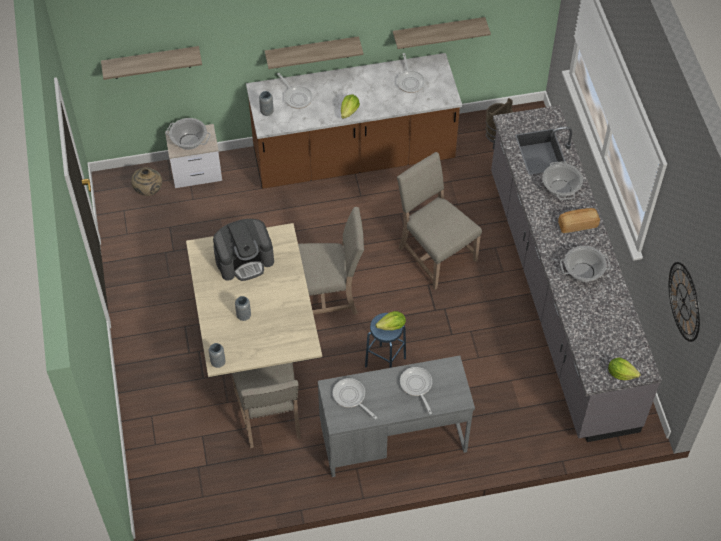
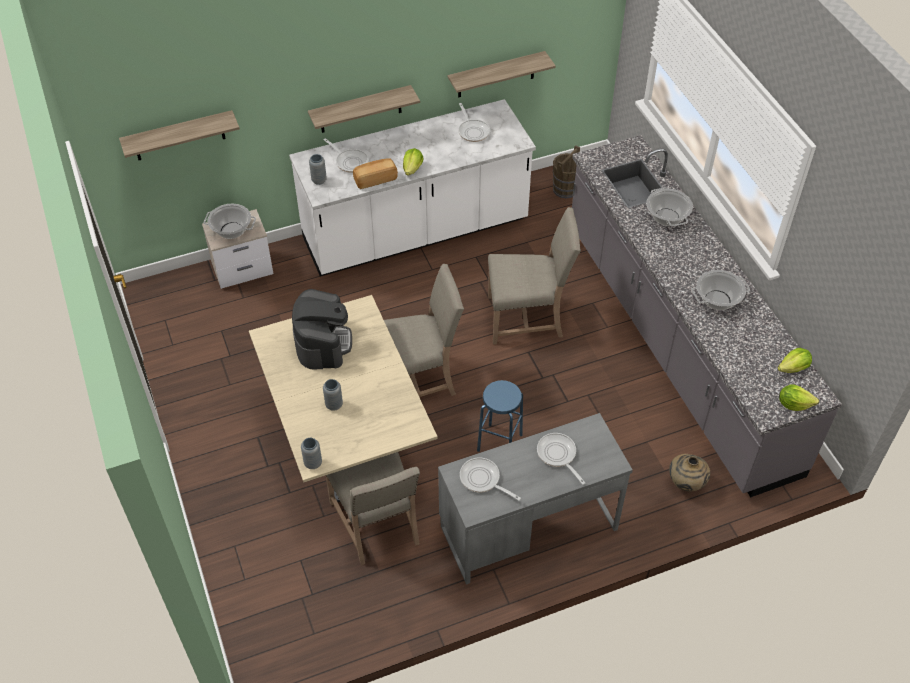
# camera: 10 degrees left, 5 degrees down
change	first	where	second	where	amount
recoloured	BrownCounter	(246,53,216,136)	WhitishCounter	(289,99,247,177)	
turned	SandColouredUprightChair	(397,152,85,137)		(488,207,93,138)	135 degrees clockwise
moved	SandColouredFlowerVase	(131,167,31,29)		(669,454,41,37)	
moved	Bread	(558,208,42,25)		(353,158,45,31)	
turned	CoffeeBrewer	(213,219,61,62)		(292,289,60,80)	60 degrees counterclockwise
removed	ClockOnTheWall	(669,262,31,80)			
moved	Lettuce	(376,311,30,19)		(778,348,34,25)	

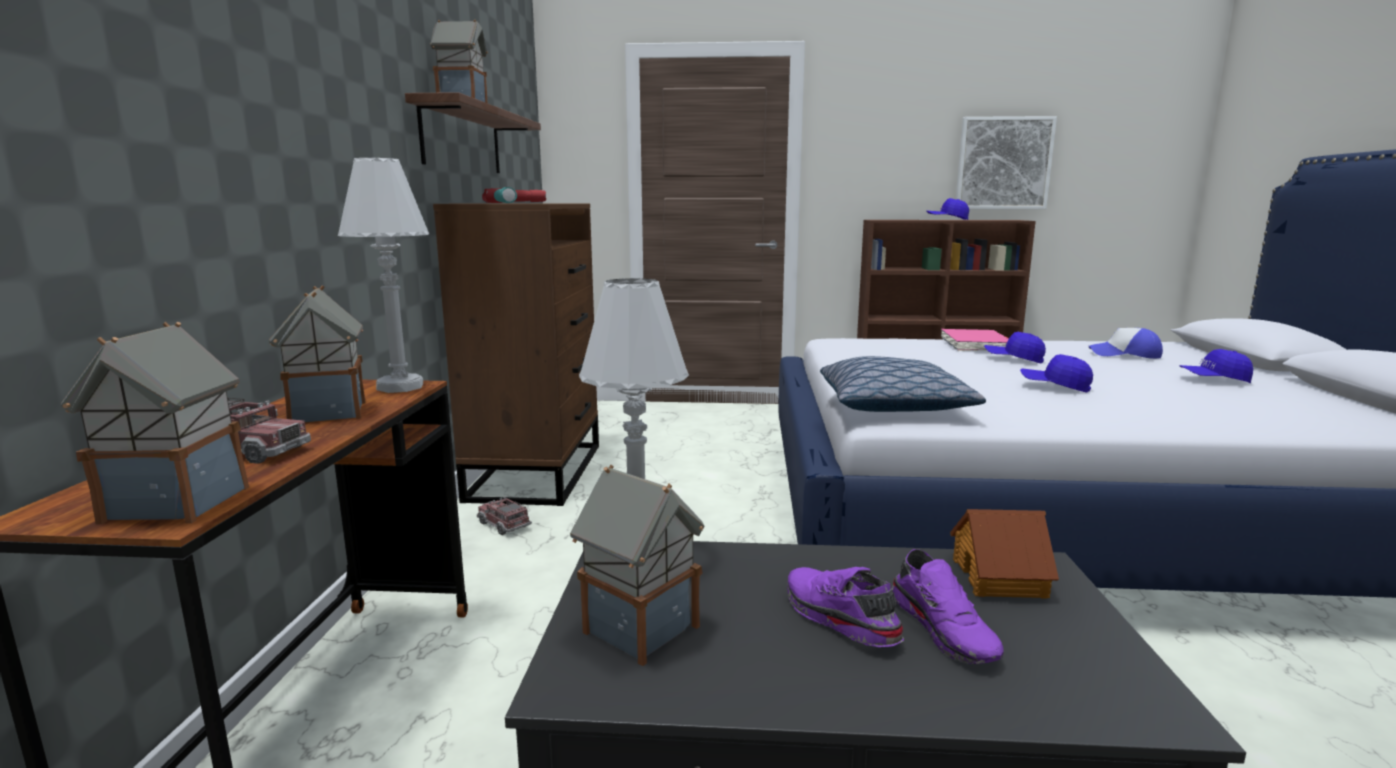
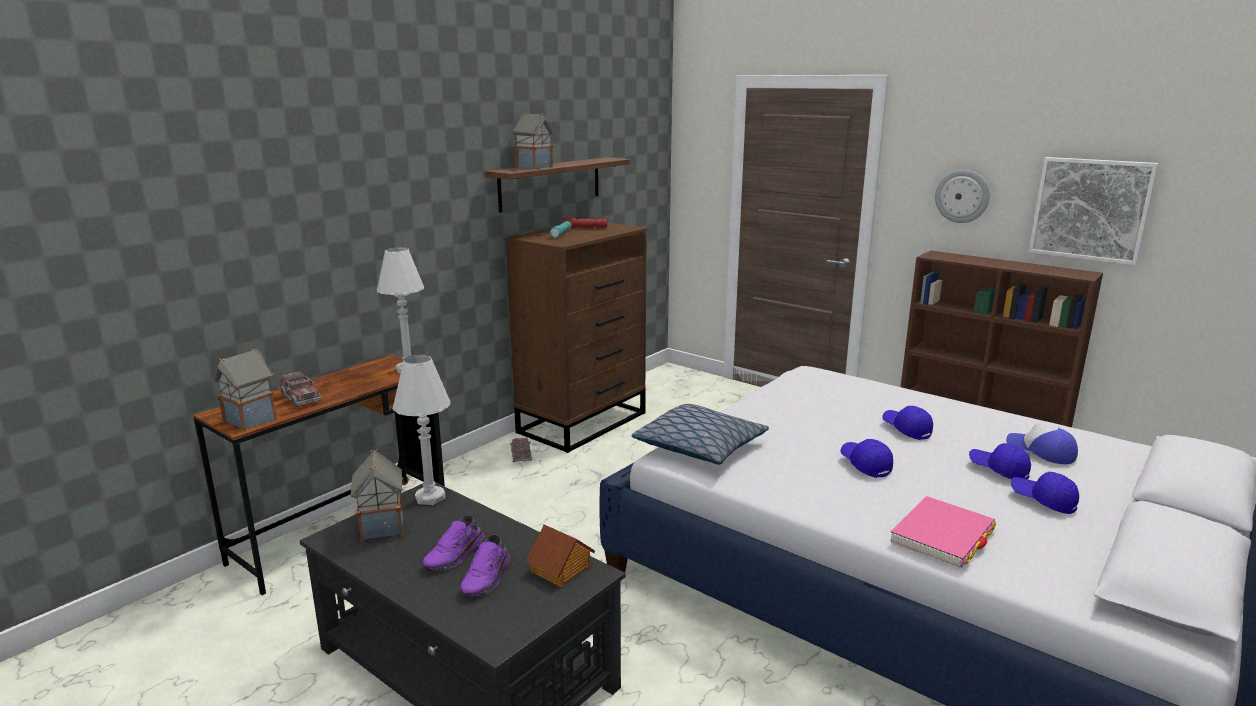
# camera: 35 degrees right, 5 degrees up
change	first	where	second	where	amount
moved	BlueBaseballCap	(926,198,43,22)		(969,443,62,36)	
removed	ModelHouse	(269,285,97,137)			
moved	PinkColouredBook	(941,329,67,22)		(891,496,105,72)	
turned	PurpleItemOfFootwear	(787,567,117,80)		(423,515,61,55)	150 degrees counterclockwise
added			ClockOnTheWall	(935,170,55,53)	

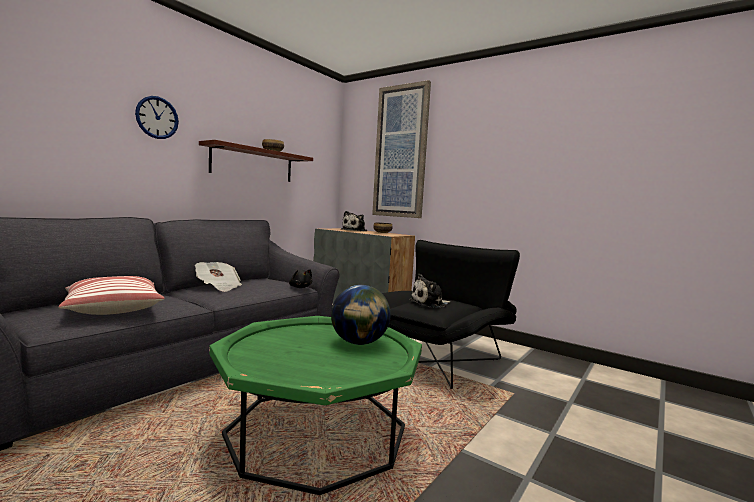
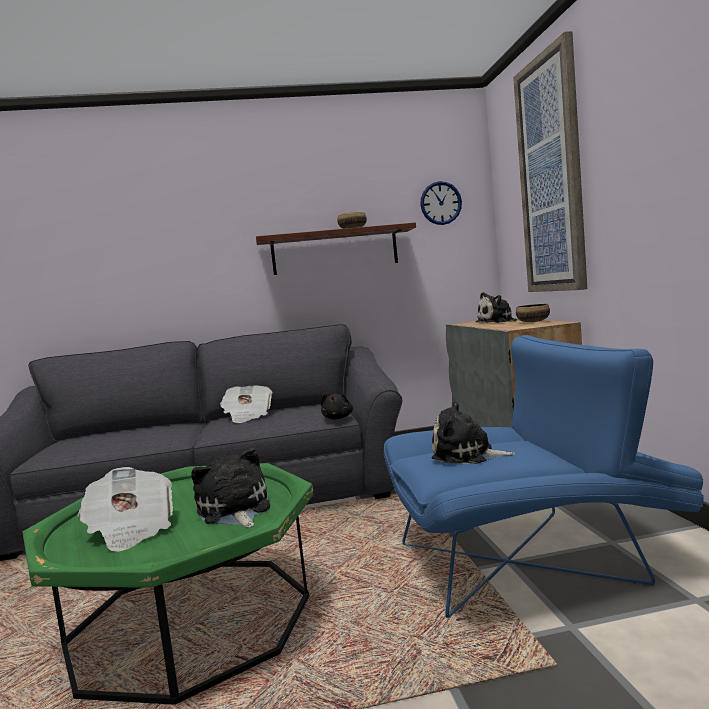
# camera: 45 degrees right, 0 degrees up
change	first	where	second	where	amount
moved	ClockOnTheWall	(135,96,44,43)		(420,181,42,44)	
recoloured	BlackishEasyChair	(382,240,138,149)	BlueEasyChair	(384,335,320,283)	
removed	Pillow	(58,276,107,39)			
replaced	WorldGlobe	(331,285,60,60)	SoftToy	(191,448,79,80)	
added			DailyPaper	(78,467,95,85)	

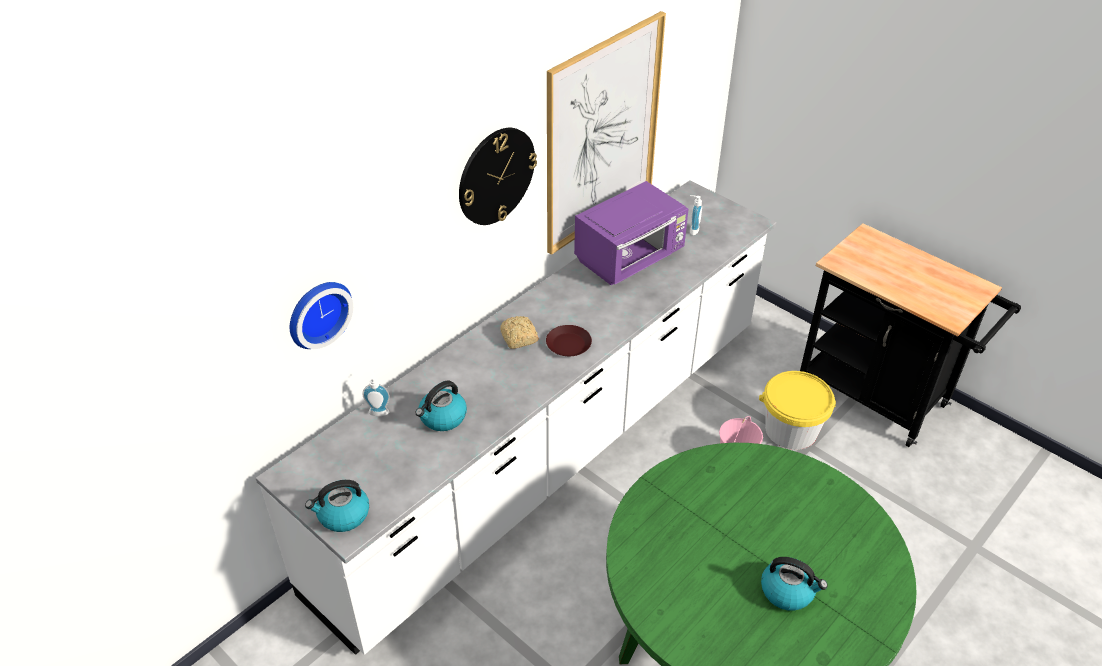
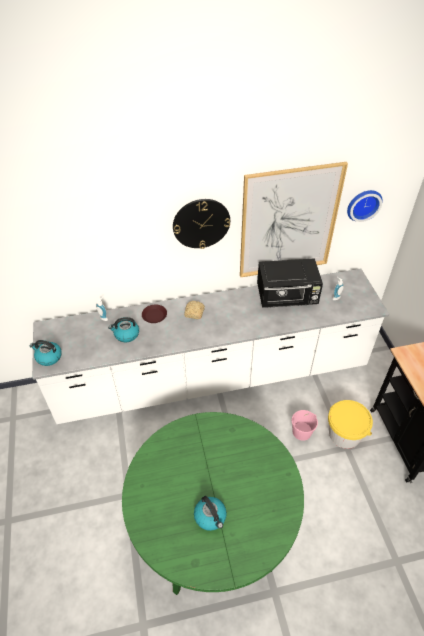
# camera: 35 degrees right, 5 degrees up
change	first	where	second	where	amount
recoloured	PurpleMicrowave	(574,181,115,104)	BlackishMicrowave	(257,258,66,50)	
moved	ClockOnTheWall	(290,282,63,67)		(347,190,36,32)	
moved	BrownPlate	(546,325,46,31)		(142,304,25,19)	

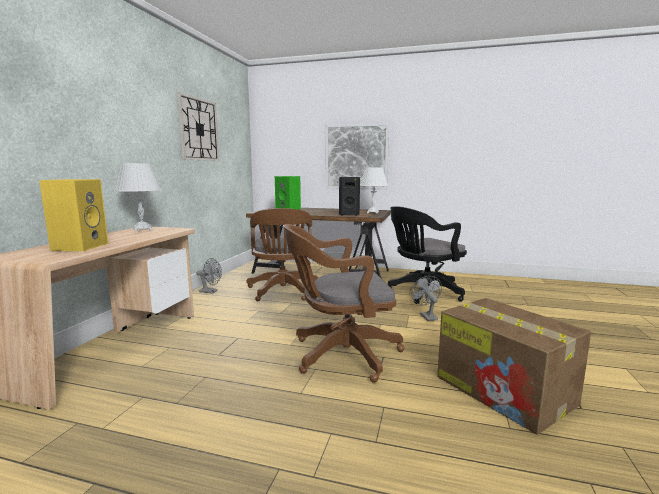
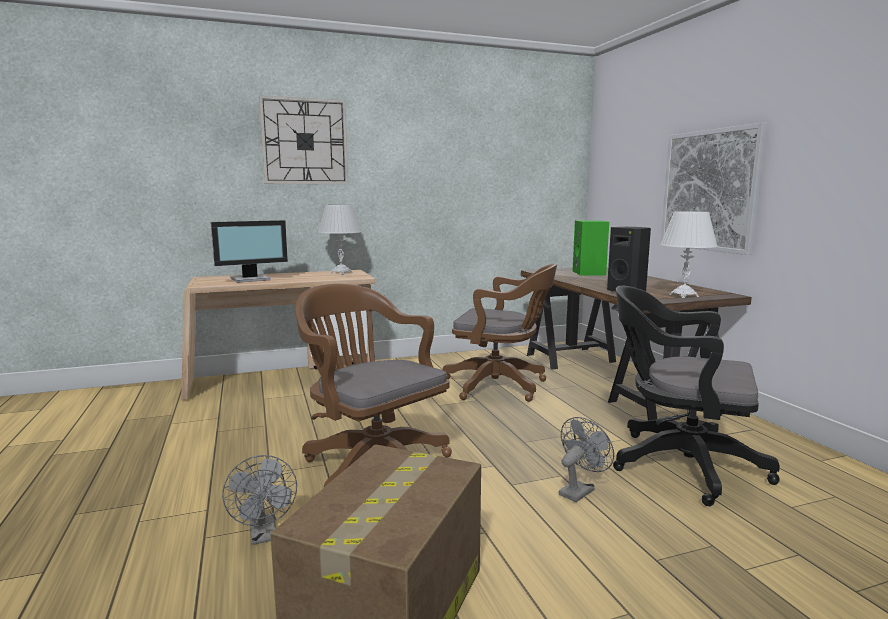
# camera: 55 degrees right, 0 degrees up
change	first	where	second	where	amount
moved	ClockOnTheWall	(177,92,42,69)		(259,95,89,89)	
replaced	YellowColouredLoudspeaker	(39,179,69,72)	ComputerScreen	(211,220,77,63)	
turned	BrownComputerChair	(247,208,71,93)		(443,264,114,138)	120 degrees counterclockwise
moved	GreyCoolingFan	(196,258,26,35)		(222,455,75,90)	

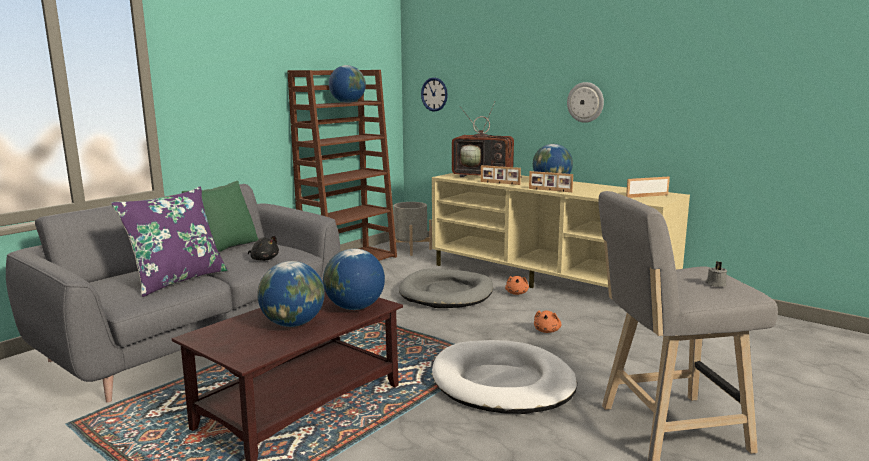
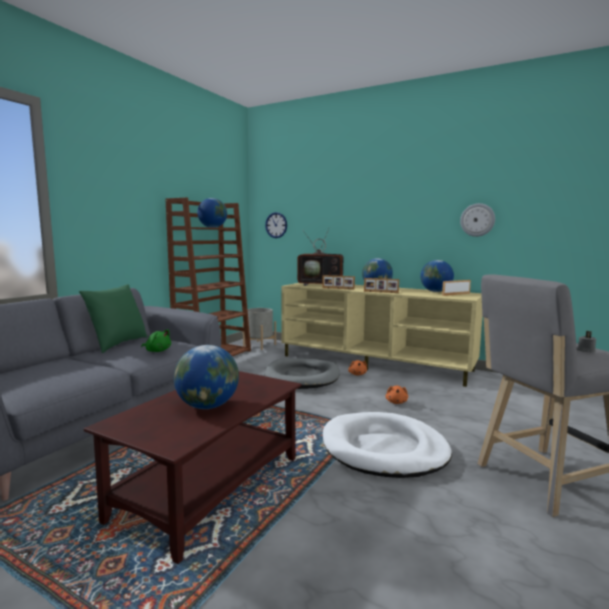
# camera: 10 degrees left, 5 degrees down
change	first	where	second	where	amount
moved	ClockOnTheWall	(567,82,37,41)		(460,203,35,34)	
removed	PurplePillow	(111,187,117,110)			
recoloured	BlackishSoftToy	(248,236,31,25)	GreenSoftToy	(141,329,30,23)	
moved	WorldGlobe	(323,249,62,61)		(420,260,34,32)	

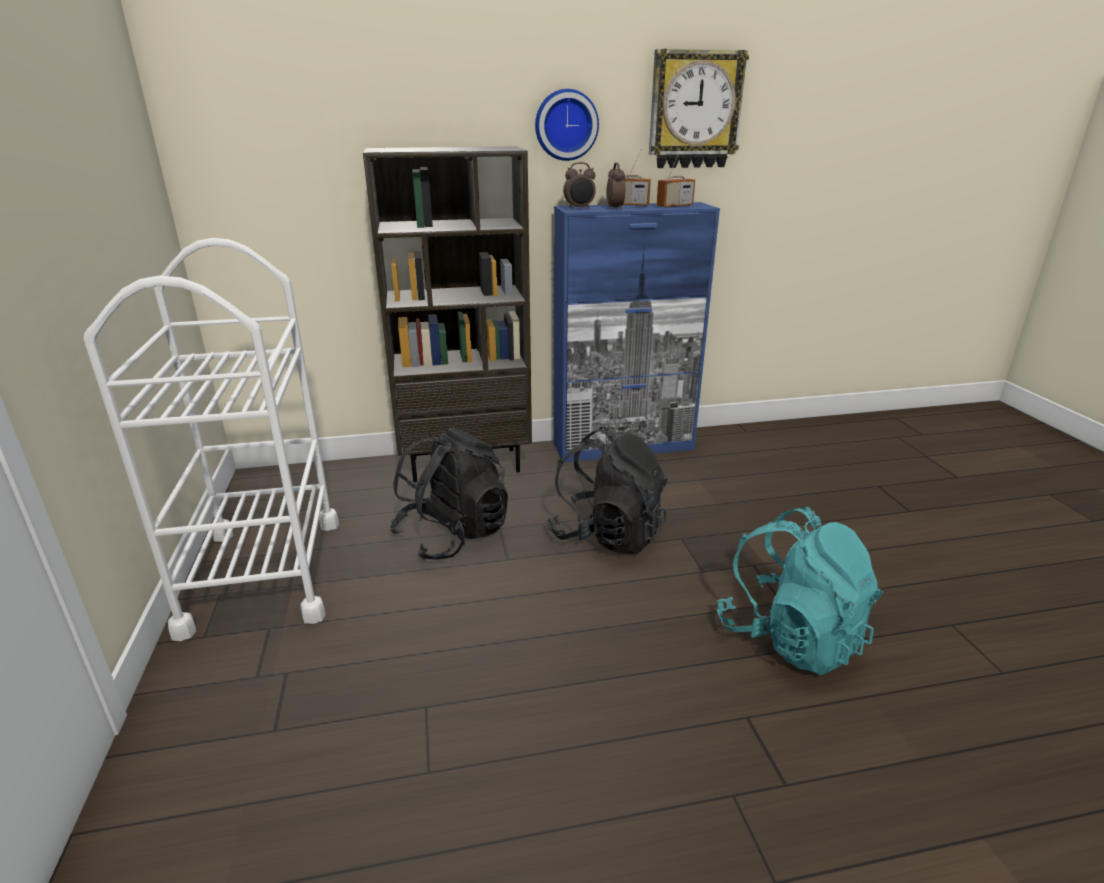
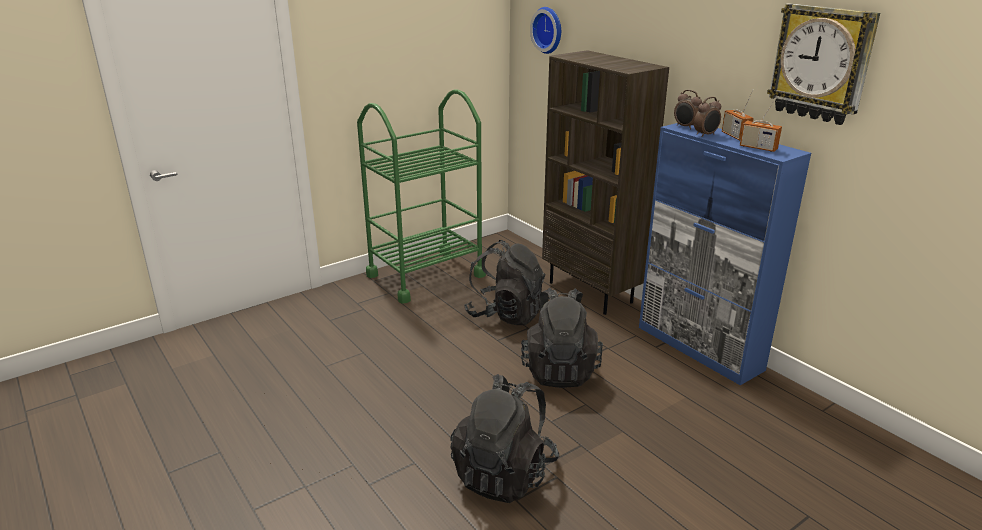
# camera: 65 degrees right, 0 degrees up
change	first	where	second	where	amount
moved	ClockOnTheWall	(535,89,64,72)		(530,7,31,47)	
recoloured	WhitishCart	(84,238,255,403)	GreenCart	(357,89,129,215)	
recoloured	TurquoiseColouredKnapsack	(717,506,166,169)	BlackishKnapsack	(450,374,109,129)	

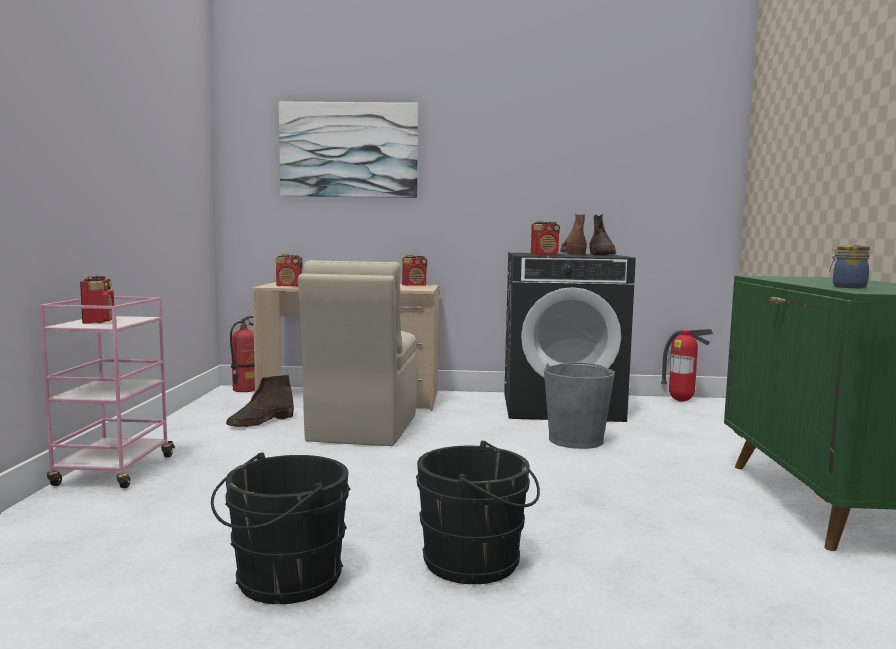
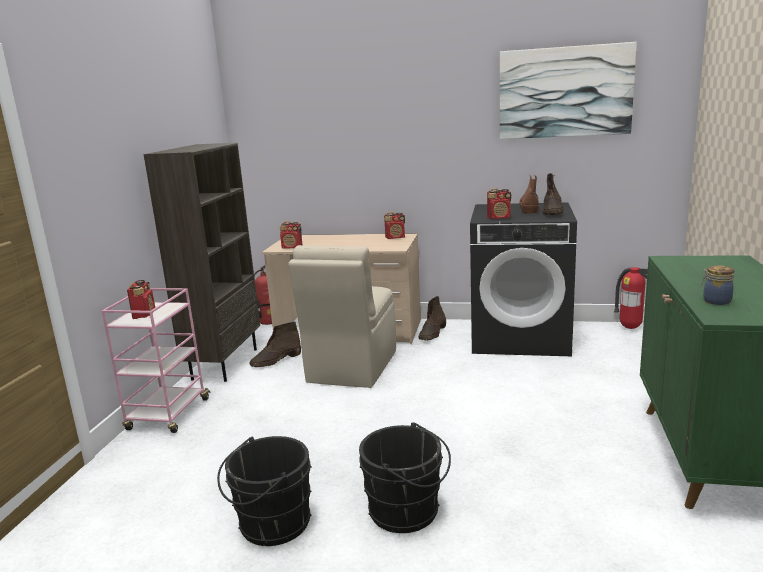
# camera: 10 degrees right, 10 degrees up
change	first	where	second	where	amount
moved	Picture	(279,101,139,97)		(500,42,137,97)	
removed	GreyPail	(544,362,71,87)			
added			BrownBookshelf	(144,142,116,240)	
added			BrownHighTopBoot	(419,296,27,44)	

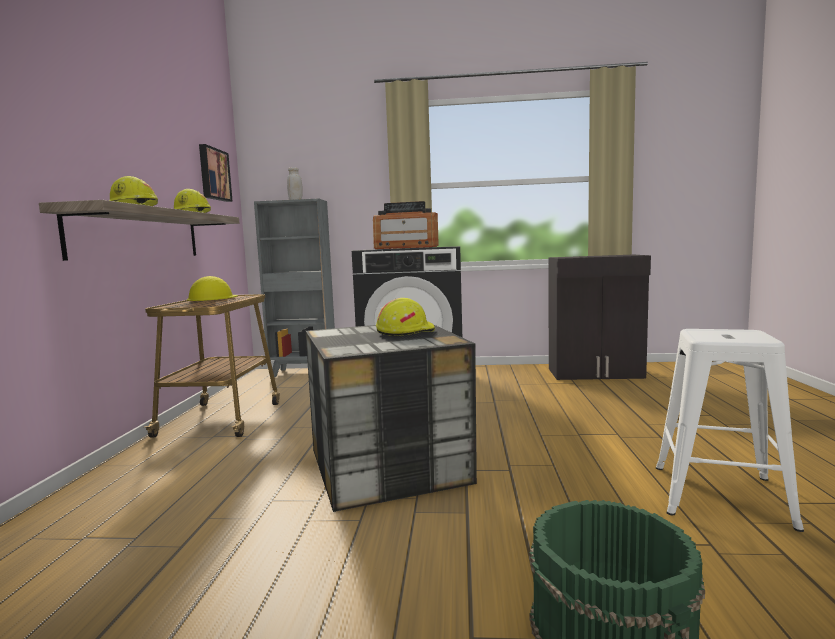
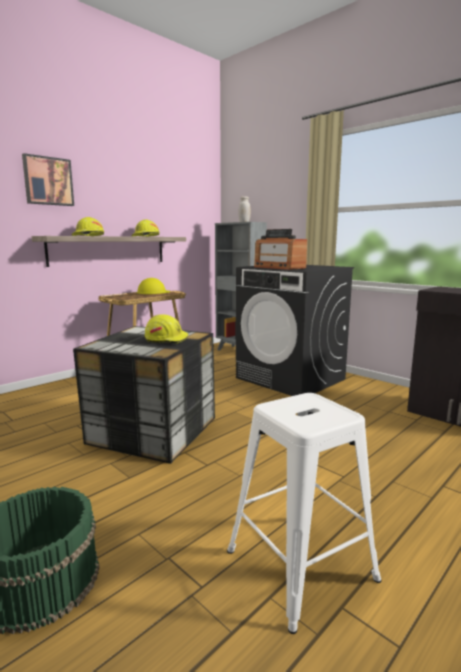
# camera: 40 degrees right, 5 degrees up
change	first	where	second	where	amount
moved	Picture	(199,144,34,58)		(22,153,52,53)	

